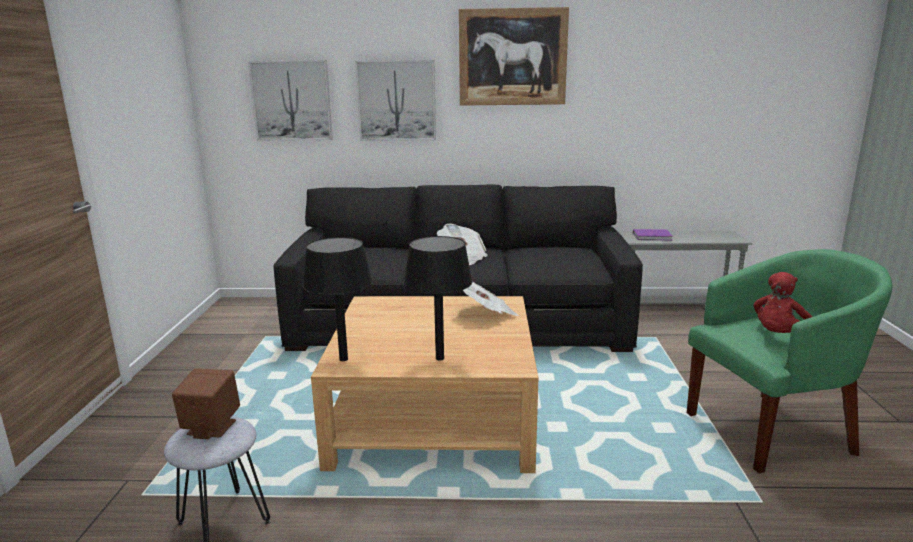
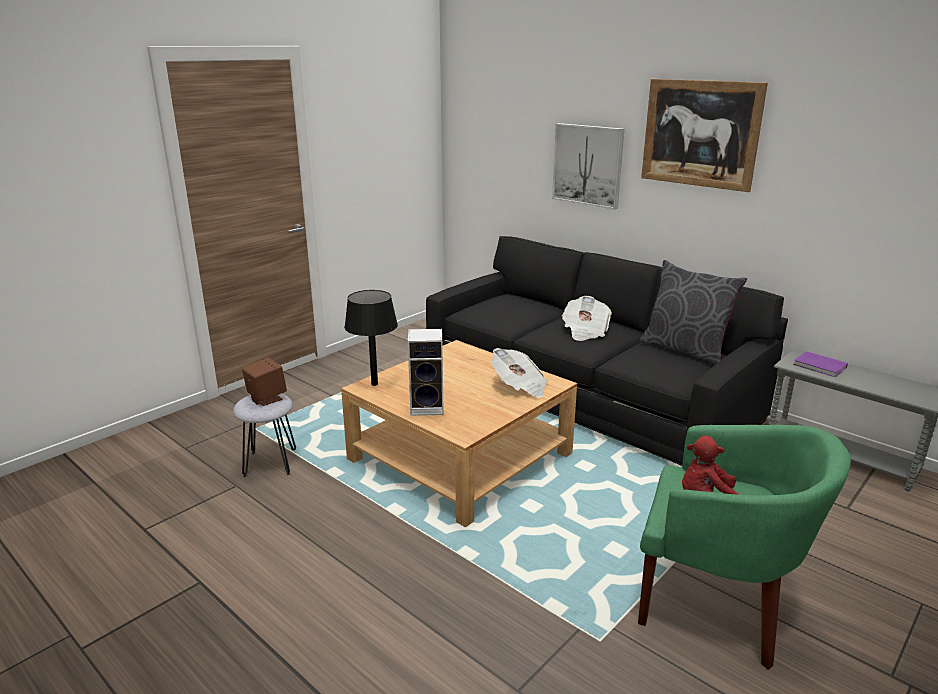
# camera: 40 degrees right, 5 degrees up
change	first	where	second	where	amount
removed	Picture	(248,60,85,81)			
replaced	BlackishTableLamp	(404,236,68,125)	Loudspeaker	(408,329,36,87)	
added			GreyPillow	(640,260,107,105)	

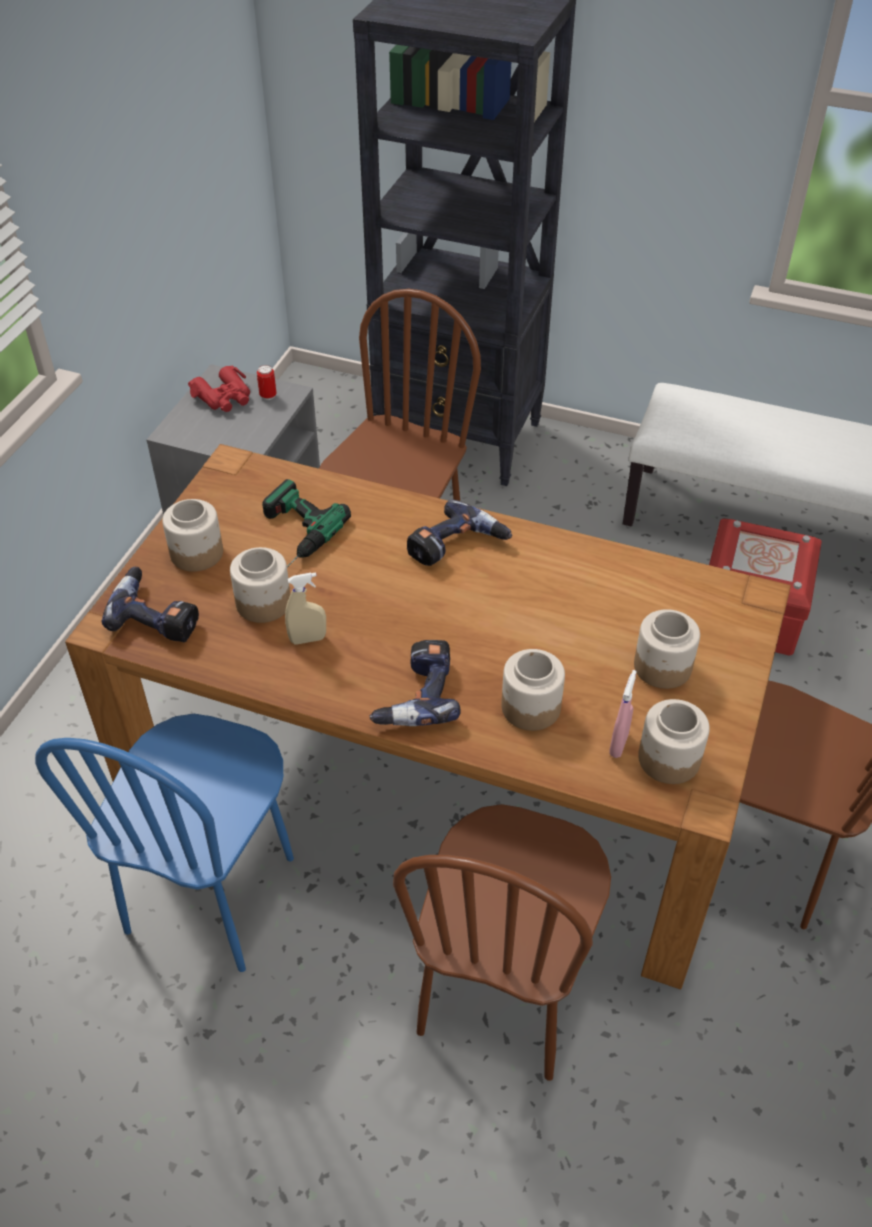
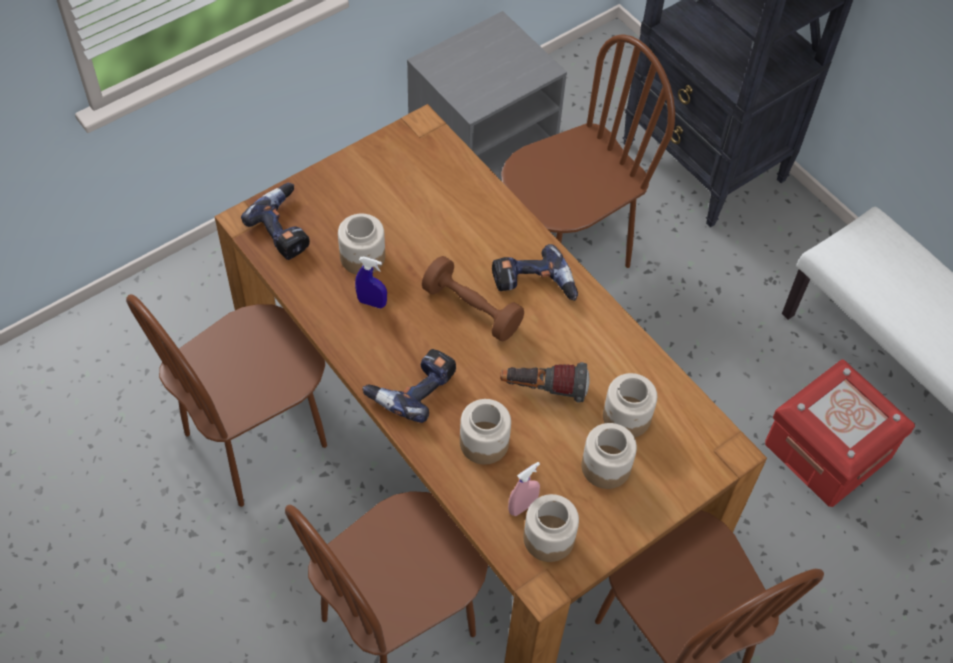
# camera: 30 degrees right, 10 degrees up
change	first	where	second	where	amount
removed	MetalCan	(257,365,20,35)			
removed	RedColouredFieldGlasses	(188,366,62,46)			
removed	Drill	(262,479,89,88)			
moved	PreserveJar	(162,499,61,73)		(603,373,54,64)	
recoloured	SandColouredSprayBottle	(285,573,41,72)	BlueSprayBottle	(355,257,32,51)	
recoloured	BlueUprightChair	(35,714,259,258)	BrownUprightChair	(126,294,201,213)	
added			BrownDumbbell	(422,256,102,85)	
added			HandTorch	(500,362,89,41)	

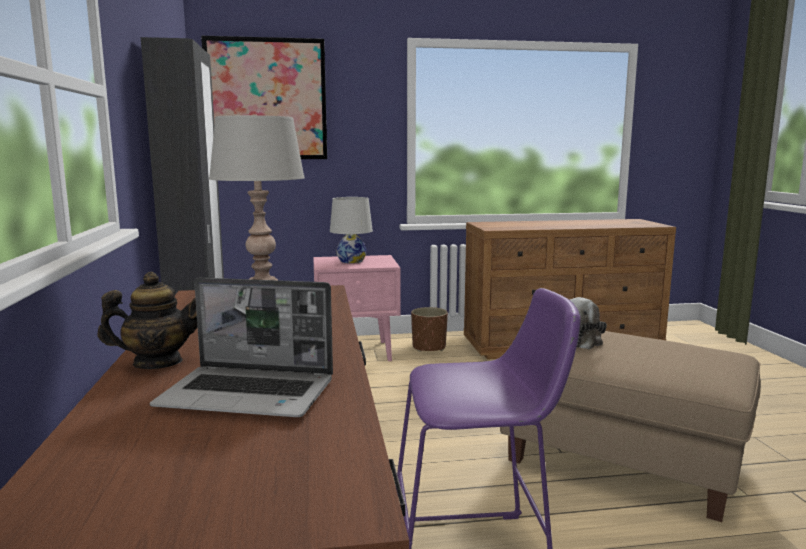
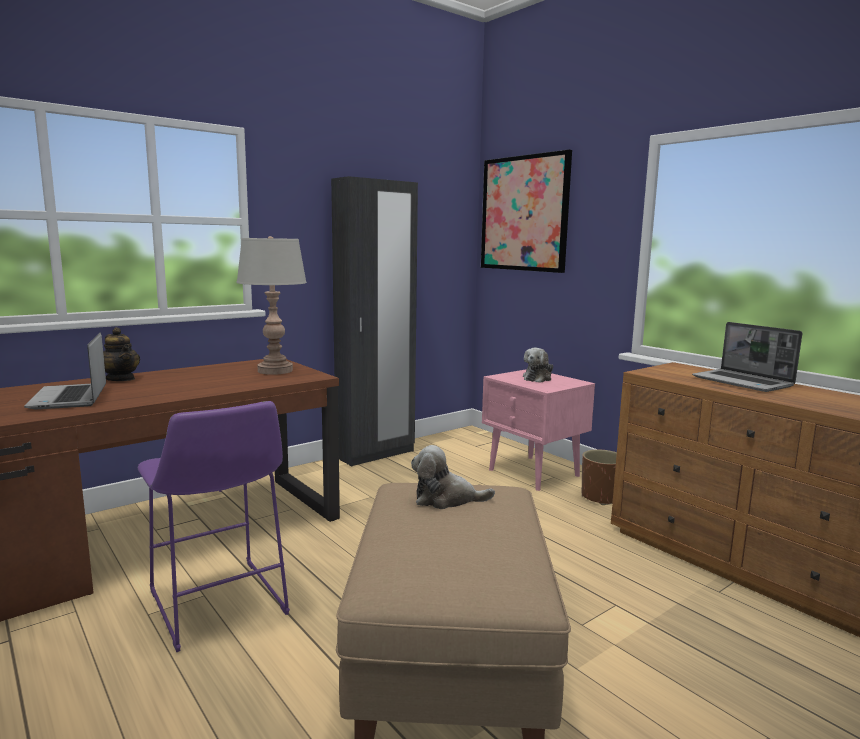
# camera: 60 degrees right, 0 degrees up
change	first	where	second	where	amount
replaced	WhitishTableLamp	(330,197,43,66)	SoftToy	(523,348,30,35)	
added			Laptop	(692,322,110,70)	

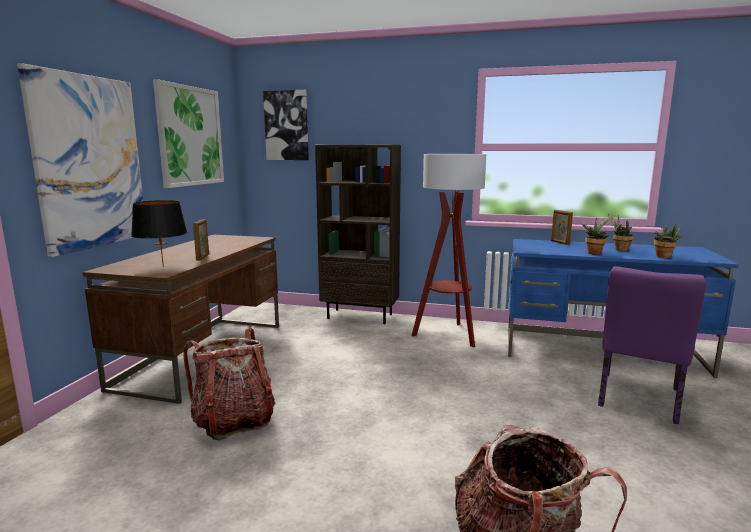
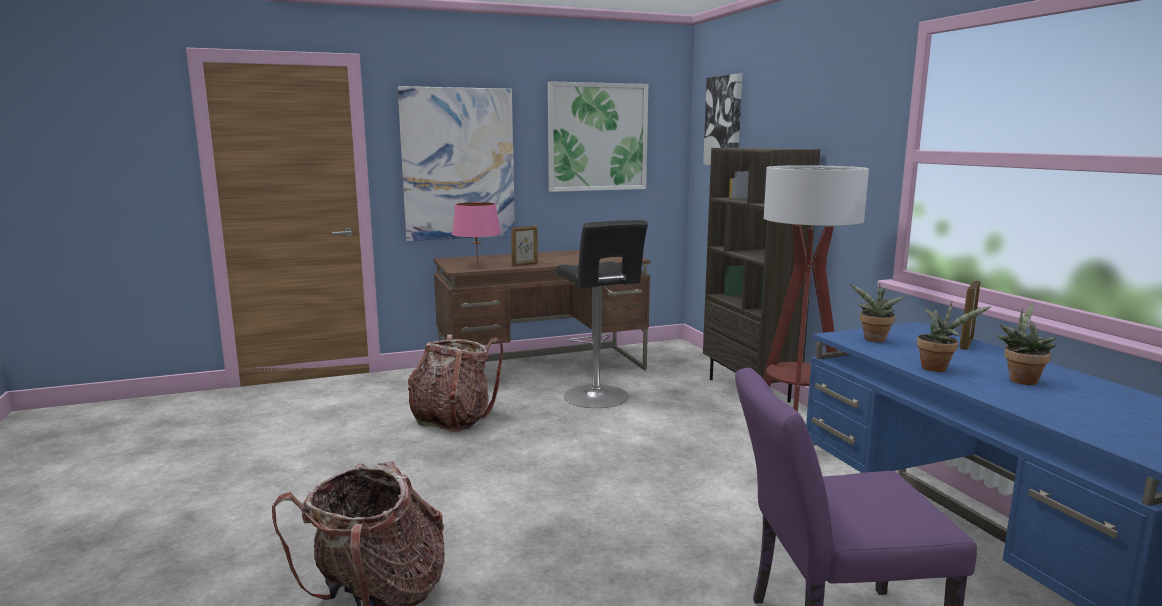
# camera: 55 degrees right, 0 degrees up
change	first	where	second	where	amount
recoloured	BlackishTableLamp	(131,200,56,67)	PinkColouredTableLamp	(452,202,49,63)	
moved	PlantInAPot	(654,221,28,37)		(850,283,56,59)	
added			BlackishStoolSeat	(556,220,92,188)	

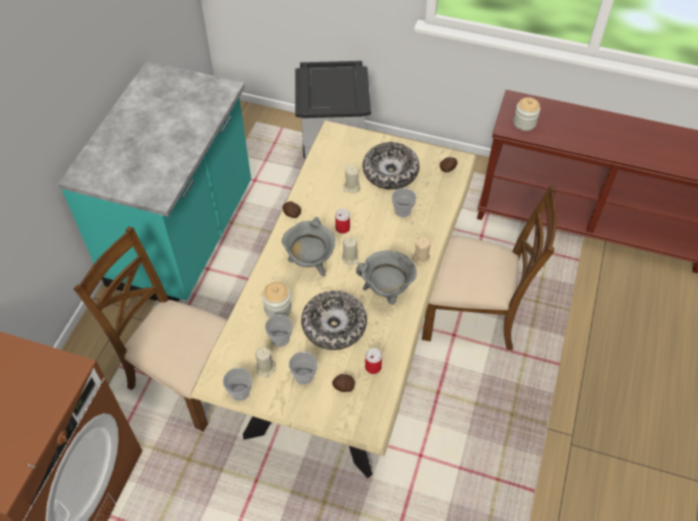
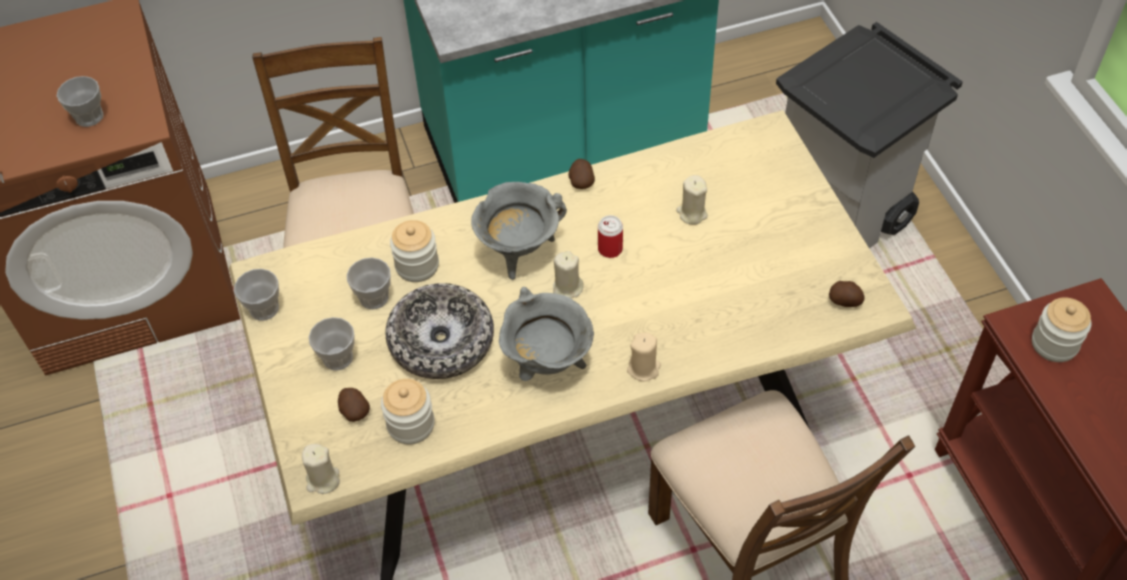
# camera: 55 degrees right, 0 degrees up
change	first	where	second	where	amount
removed	DeepDish	(363,142,56,48)			
moved	SmallCup	(392,188,24,30)		(57,76,46,51)	
moved	SandColouredWaxLight	(255,346,21,32)		(302,444,38,50)	
replaced	MetalCan	(365,348,17,26)	PreserveJar	(381,379,54,66)	

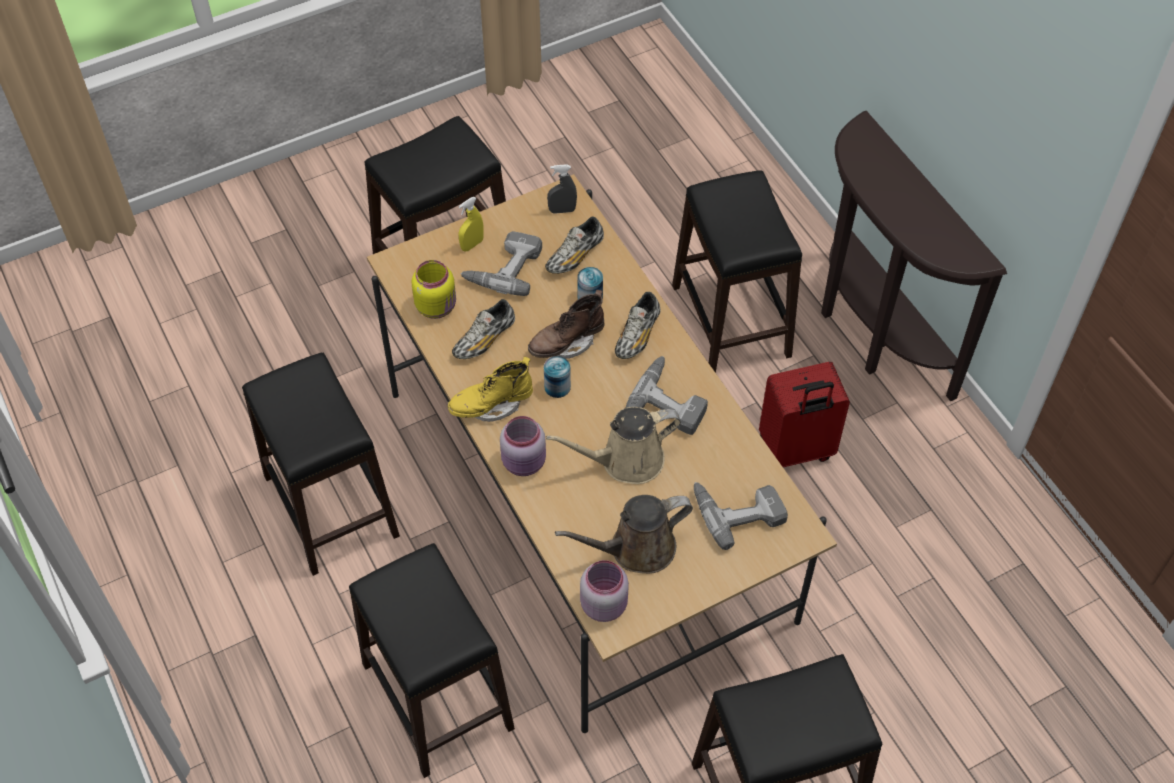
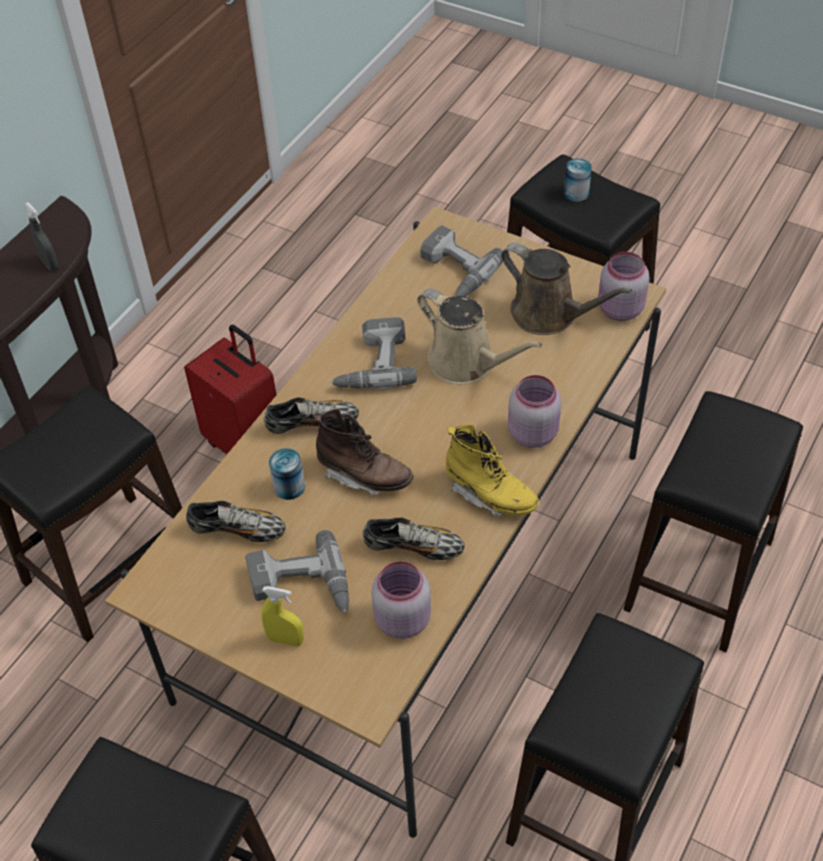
# camera: 120 degrees left, 5 degrees down
change	first	where	second	where	amount
moved	GreySprayBottle	(547,164,30,50)		(24,202,35,68)	
recoloured	YellowColouredPreserveJar	(412,260,44,59)	PinkColouredPreserveJar	(372,561,59,78)	
moved	MetalCan	(544,356,27,42)		(564,159,28,43)	

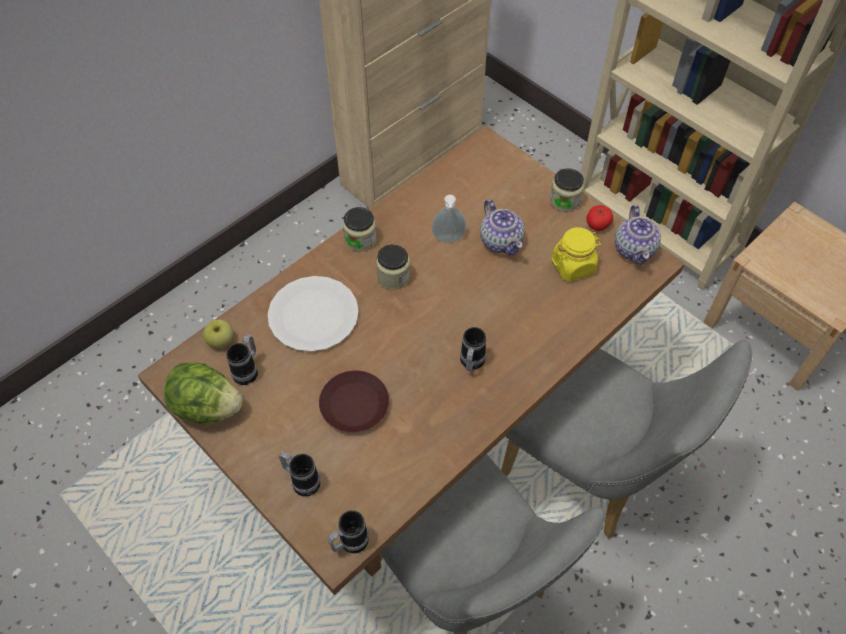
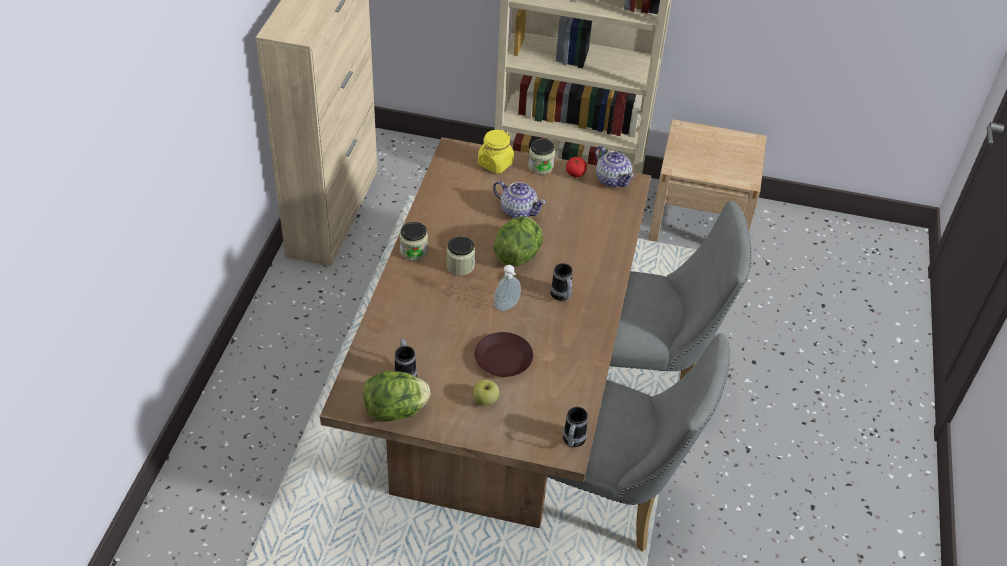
# camera: 35 degrees left, 10 degrees down
change	first	where	second	where	amount
moved	SoapDispenser	(432,195,34,47)		(494,265,27,46)	
moved	YellowColouredPreserveJar	(551,227,51,55)		(478,130,36,43)	
removed	WhitishPlate	(268,276,91,76)			
moved	Apple	(203,320,30,28)		(473,380,26,26)	
removed	TeaMug	(279,452,41,45)			
added			Lettuce	(493,216,50,51)	

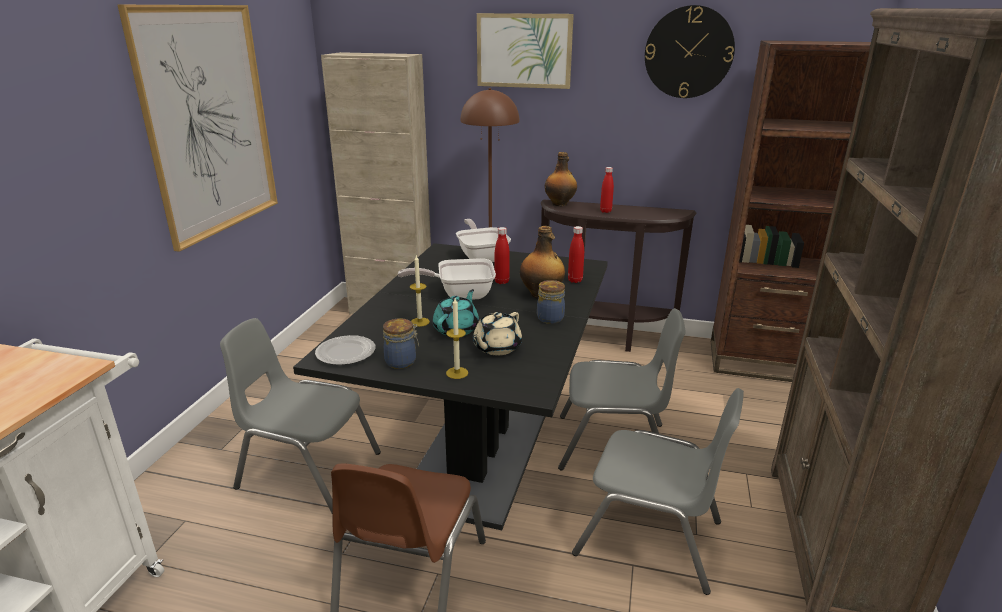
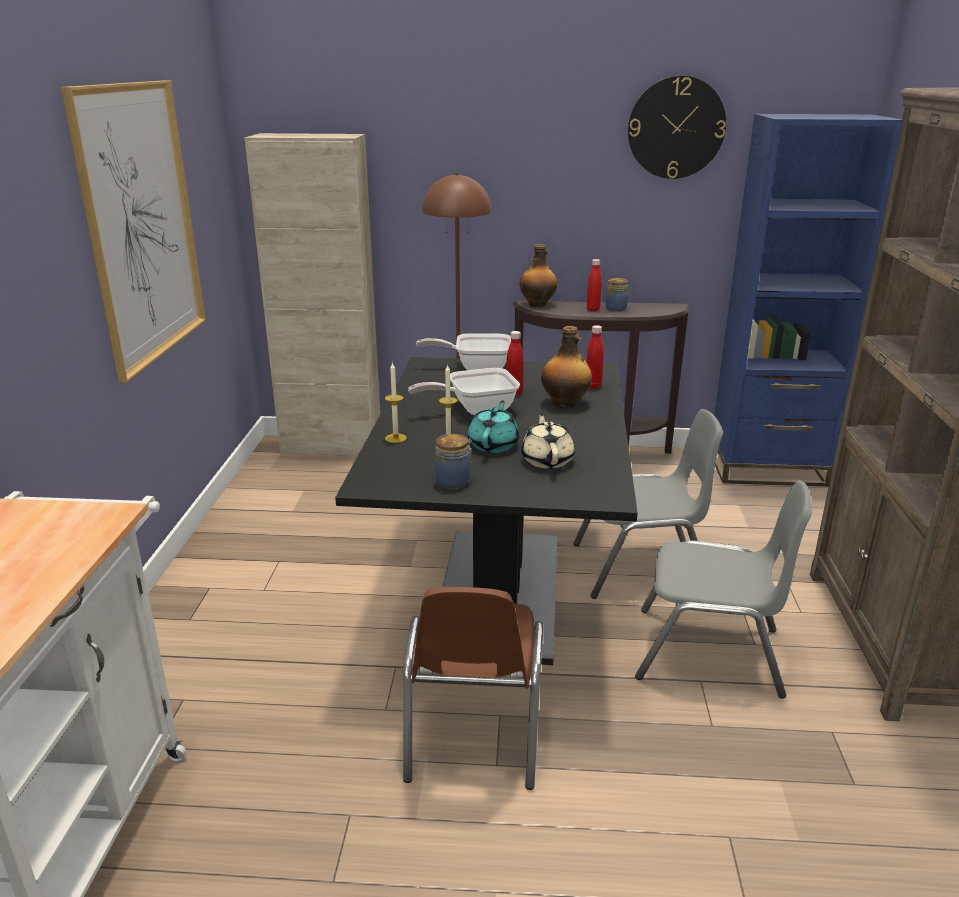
# camera: 10 degrees left, 0 degrees up
change	first	where	second	where	amount
removed	Picture	(477,13,97,76)			
recoloured	BrownBookshelf	(711,40,160,342)	BlueBookshelf	(714,114,188,373)	
turned	Pan	(456,219,55,43)		(416,333,95,37)	60 degrees counterclockwise
moved	PreserveJar	(537,280,28,44)		(605,278,23,34)	
moved	WaxLight	(446,298,22,81)		(385,362,22,81)	
turned	SandColouredTeaPot	(472,312,50,44)		(521,413,54,56)	150 degrees clockwise
removed	GreyUprightChair	(220,318,161,196)			
removed	Plate	(315,335,61,30)			

